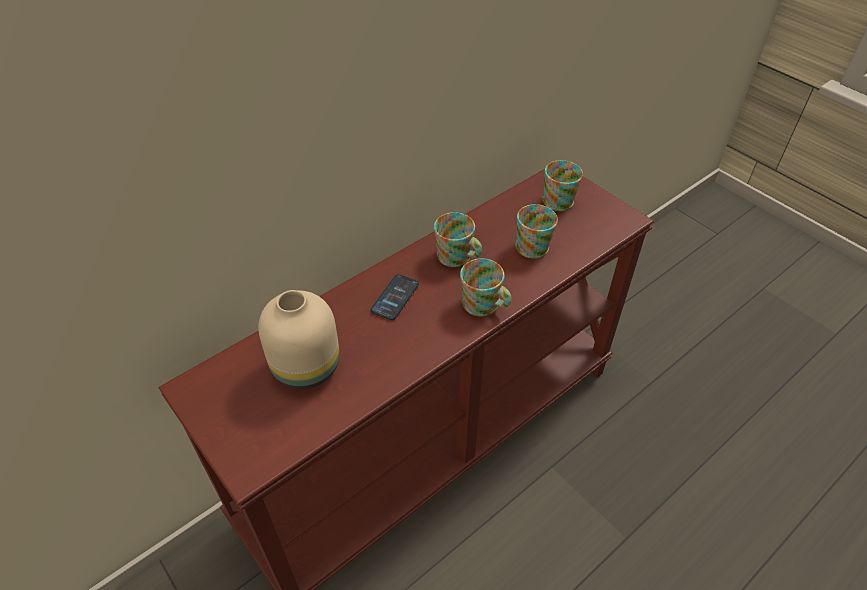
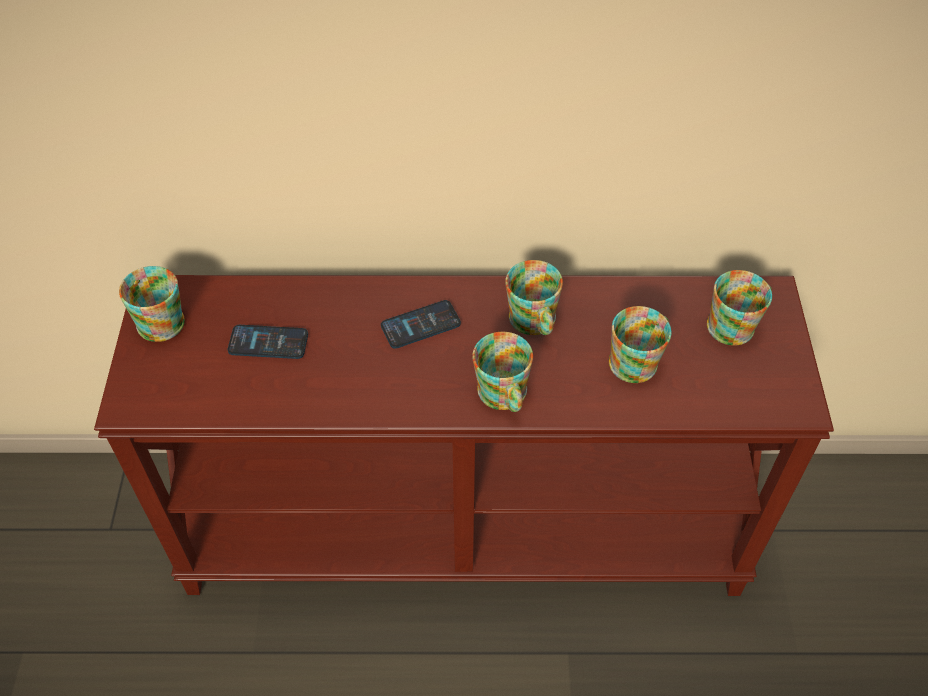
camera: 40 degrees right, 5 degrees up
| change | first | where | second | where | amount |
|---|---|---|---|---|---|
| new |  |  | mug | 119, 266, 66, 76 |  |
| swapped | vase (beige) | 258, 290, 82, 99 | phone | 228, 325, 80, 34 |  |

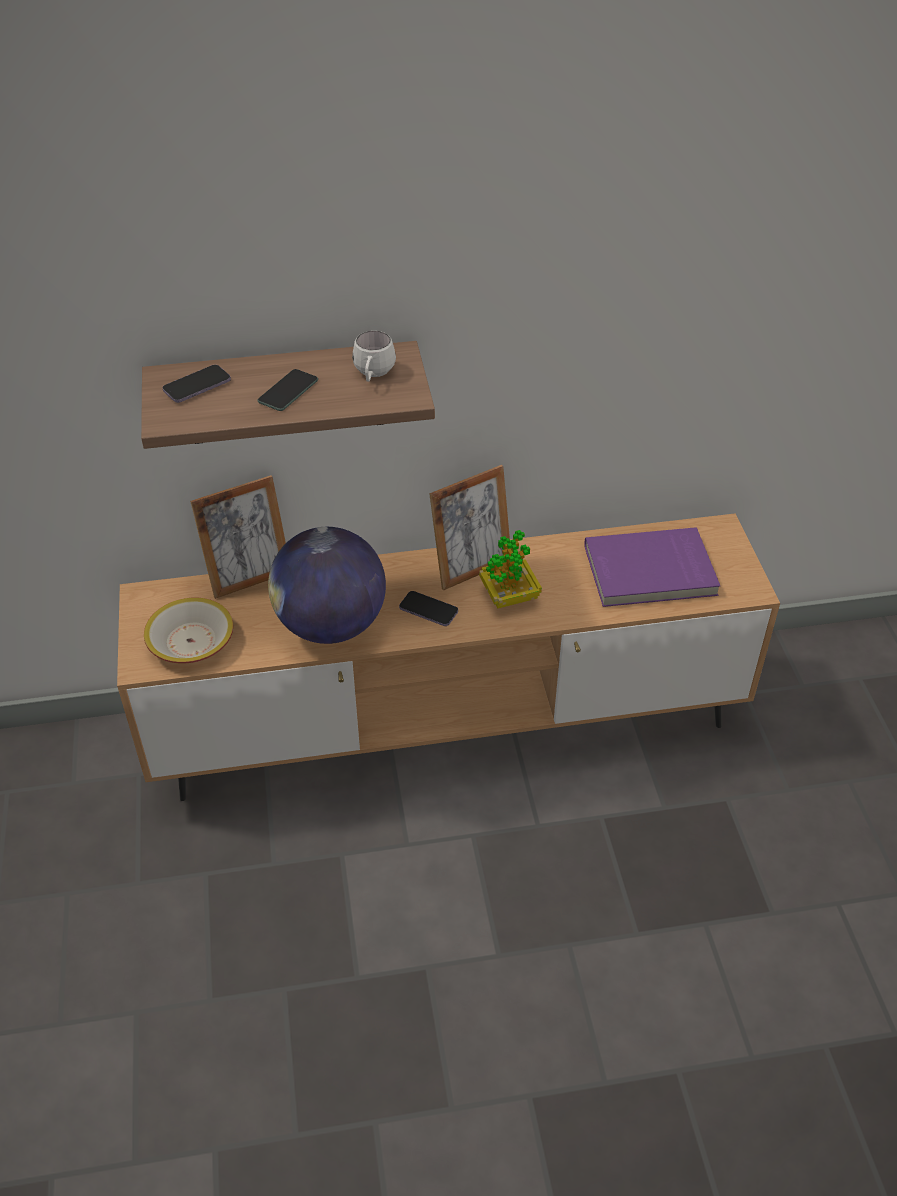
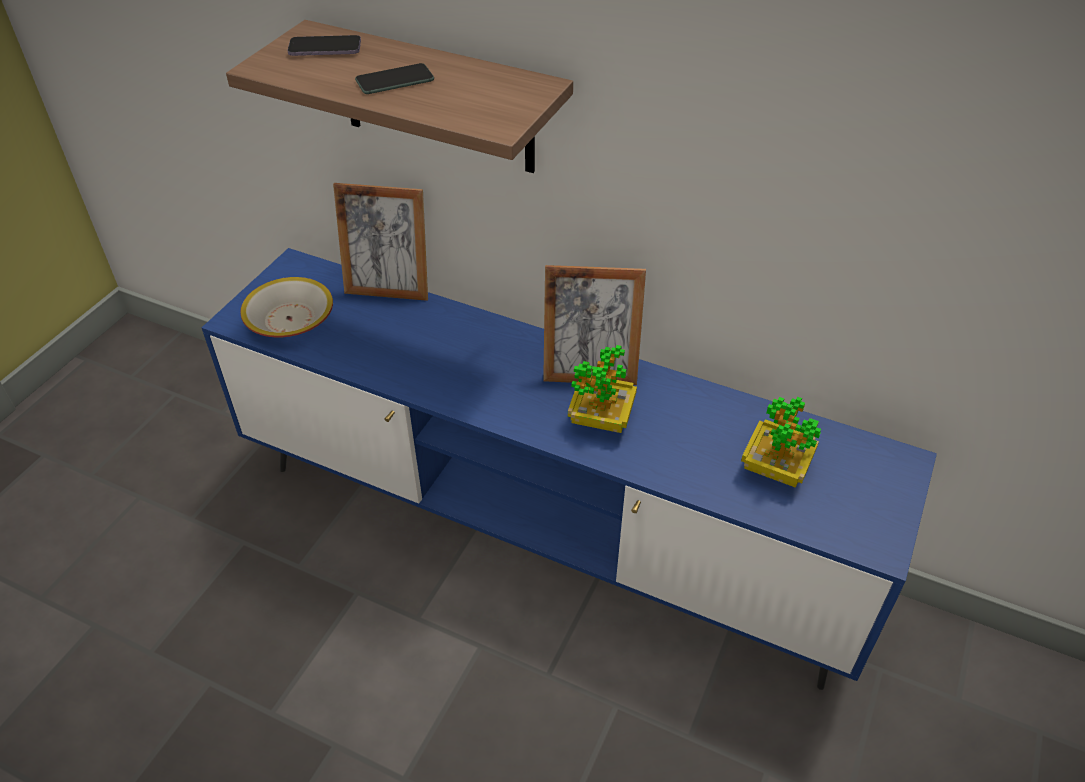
camera: 35 degrees right, 0 degrees up
| change | first | where | second | where | amount |
|---|---|---|---|---|---|
| repainted | tv stand (brown) | 117, 513, 663, 288 | tv stand (blue) | 201, 248, 736, 442 |  |
| swapped | book (purple) | 584, 527, 136, 80 | potted plant | 741, 397, 80, 91 |  |
| gone | globe | 268, 527, 118, 117 |  |  |  |
| gone | mug (white) | 352, 331, 44, 51 |  |  |  |
| gone | phone | 399, 591, 59, 35 |  |  |  |

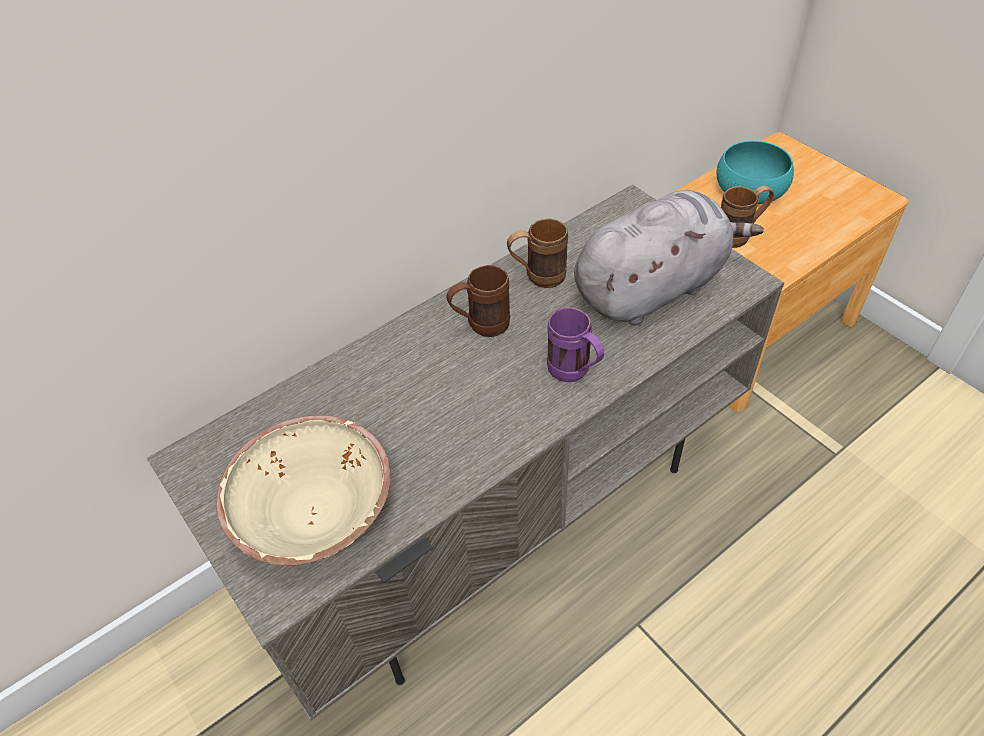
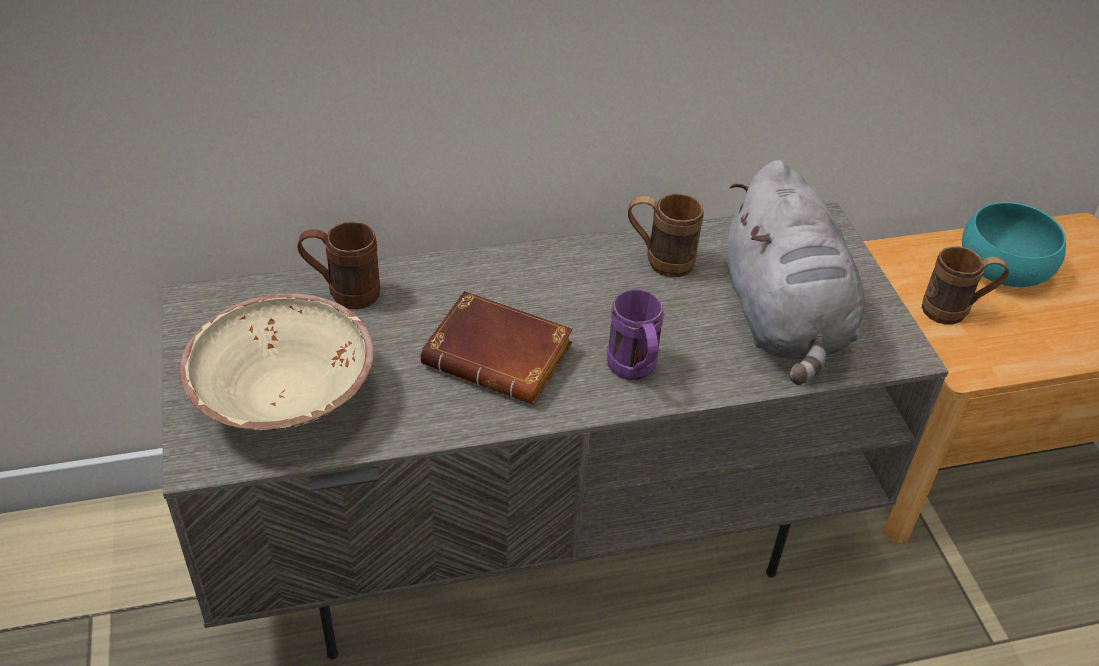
camera: 20 degrees right, 5 degrees down
| change | first | where | second | where | amount |
|---|---|---|---|---|---|
| shifted | mug (brown) | 446, 265, 64, 72 |  | 297, 222, 83, 87 |  |
| new |  |  | book (brown) | 420, 291, 153, 114 |  |
| rotated | plush toy (grey) | 574, 190, 190, 136 |  | 727, 160, 138, 225 | 90 degrees clockwise |

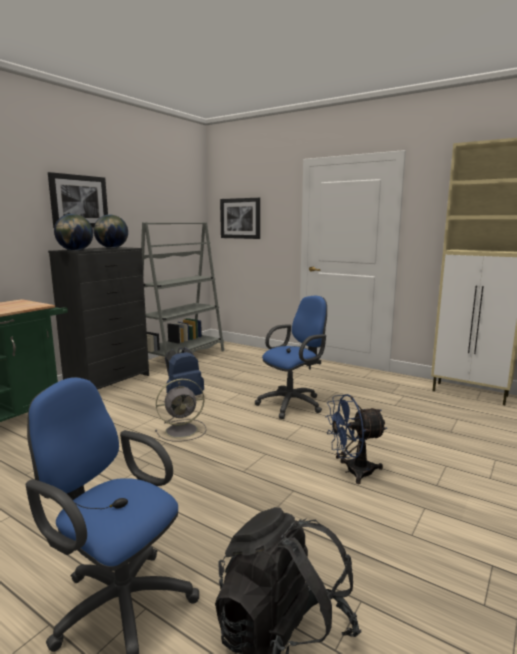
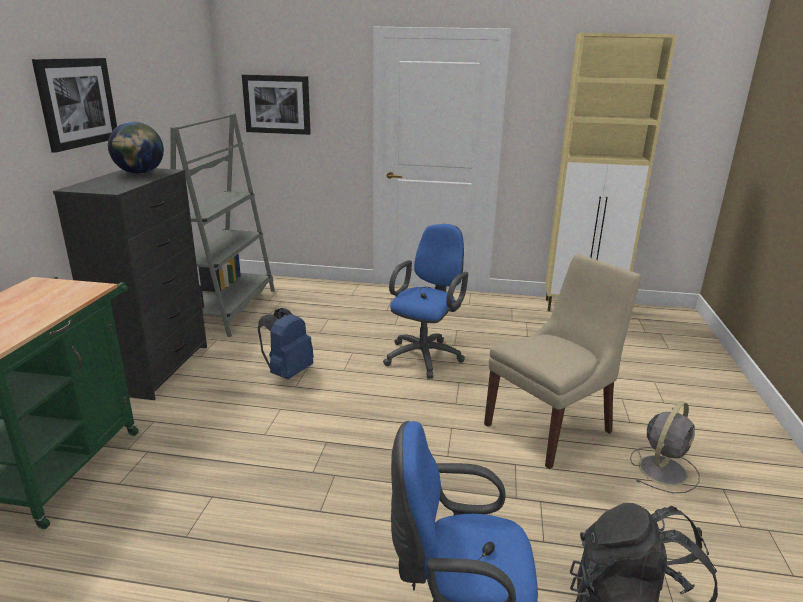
camera: 25 degrees left, 10 degrees up
| change | first | where | second | where | amount |
|---|---|---|---|---|---|
| swapped | fan (blue) | 325, 394, 62, 90 | chair (beige) | 484, 254, 157, 215 |  |
| shifted | fan (grey) | 155, 379, 51, 62 |  | 630, 401, 70, 92 |  |
| gone | globe | 54, 214, 39, 37 |  |  |  |

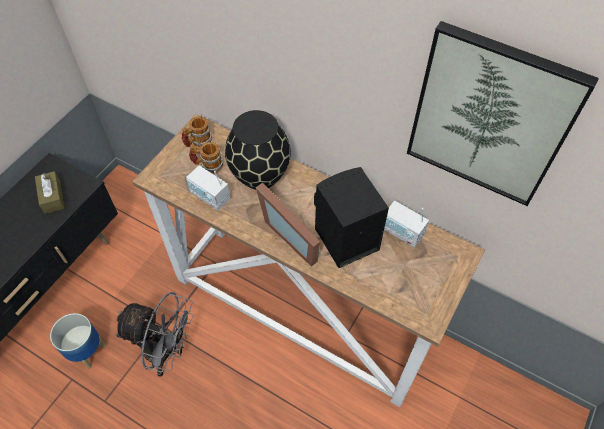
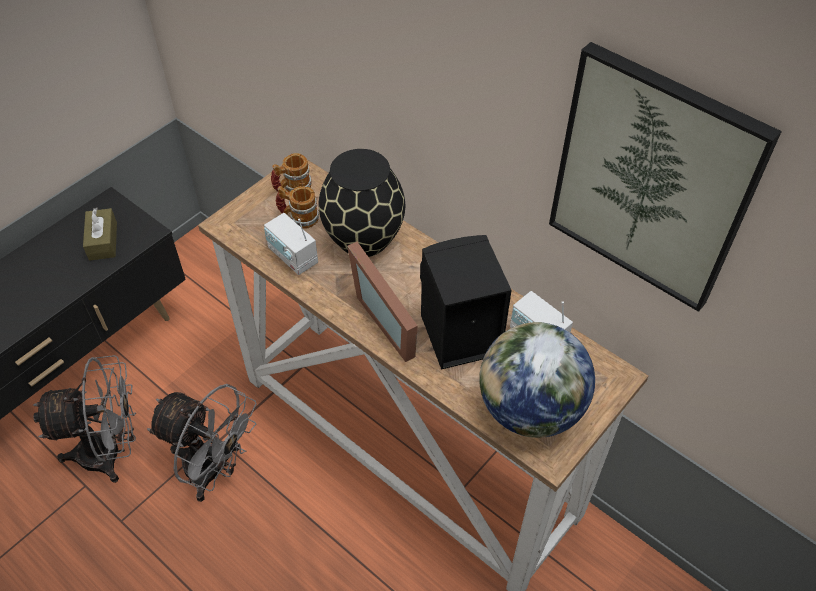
camera: 10 degrees right, 5 degrees down
| change | first | where | second | where | amount |
|---|---|---|---|---|---|
| swapped | planter | 50, 313, 56, 56 | fan (grey) | 33, 355, 103, 128 |  |
| new |  |  | globe | 479, 322, 116, 116 |  |

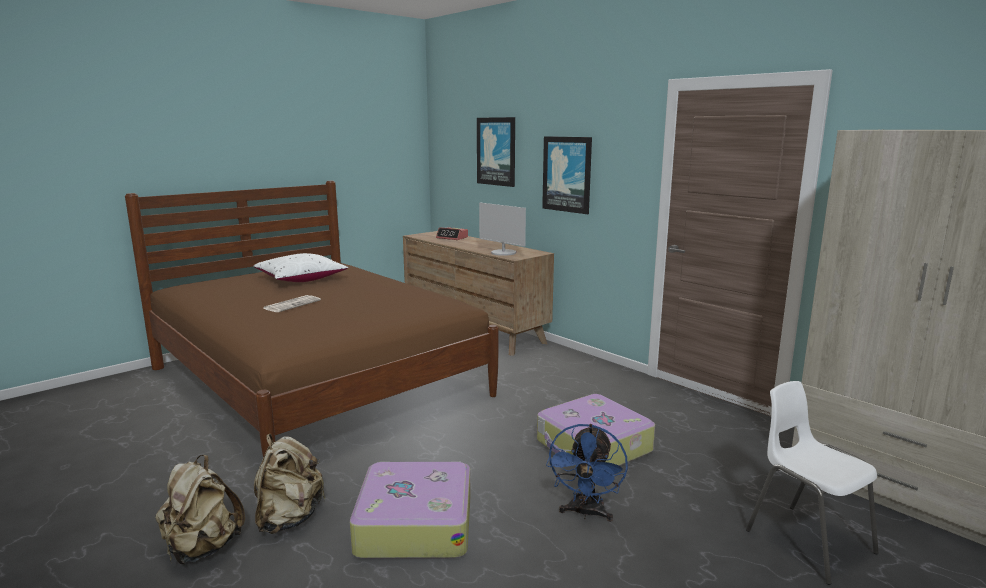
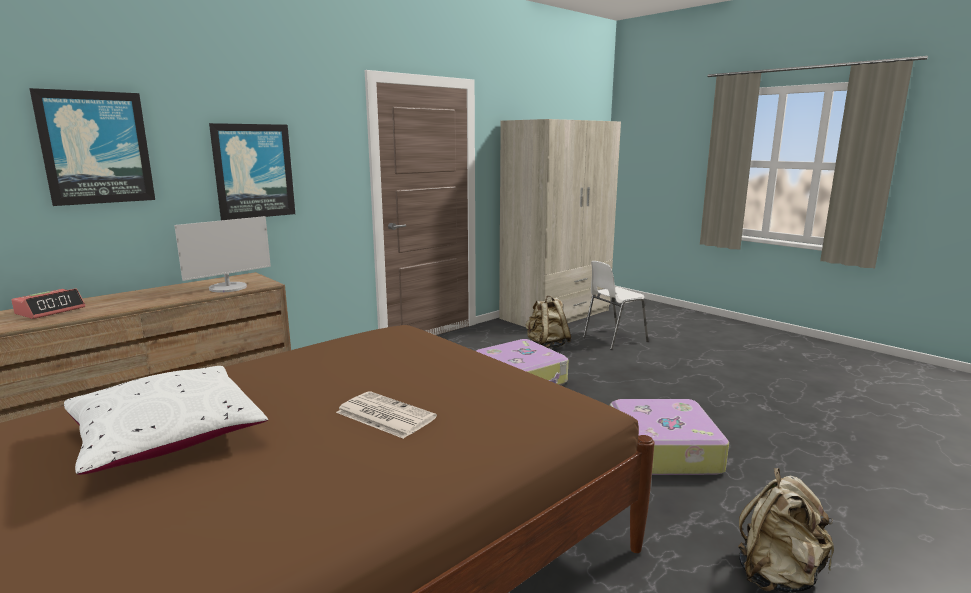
camera: 90 degrees left, 0 degrees up
| change | first | where | second | where | amount |
|---|---|---|---|---|---|
| shifted | backpack (beige) | 254, 434, 72, 100 |  | 526, 296, 45, 52 |  |
| gone | fan (blue) | 546, 424, 82, 98 |  |  |  |

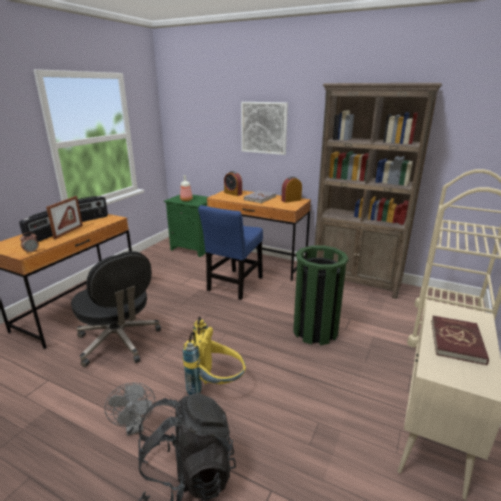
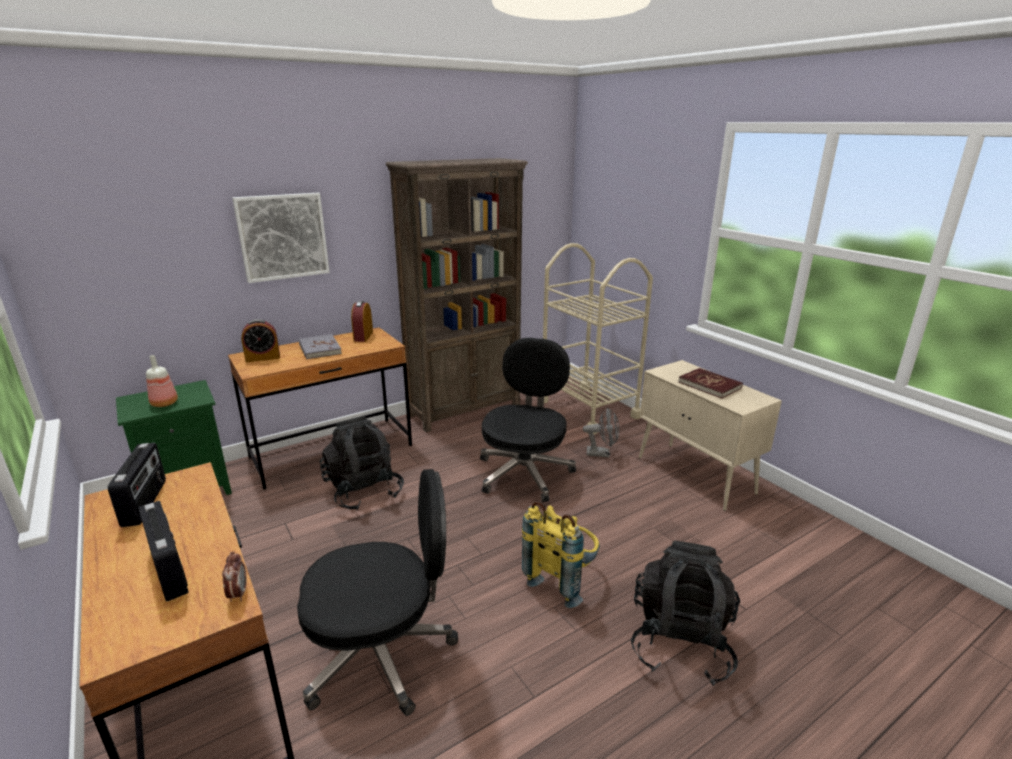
camera: 60 degrees left, 0 degrees up
| change | first | where | second | where | amount |
|---|---|---|---|---|---|
| swapped | chair (blue) | 198, 205, 65, 95 | backpack (black) | 320, 416, 84, 94 |  |
| swapped | trash can (green) | 293, 245, 56, 100 | office chair (black) | 480, 338, 96, 164 |  |
| shifted | fan (grey) | 104, 383, 51, 53 |  | 583, 407, 36, 50 |  |
| gone | picture frame | 46, 196, 37, 43 |  |  |  |

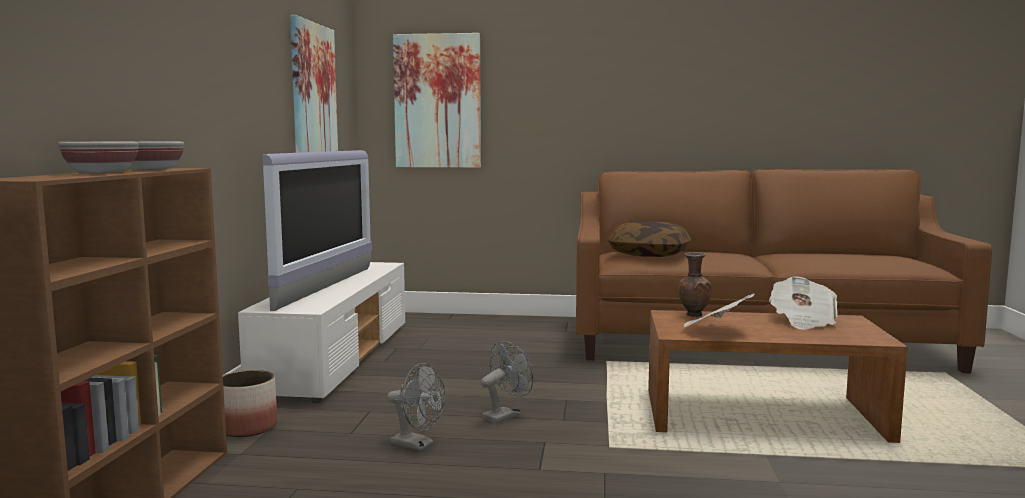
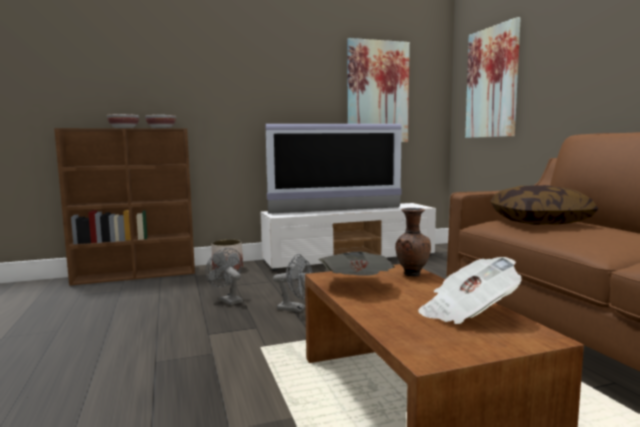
camera: 65 degrees right, 0 degrees up
| change | first | where | second | where | amount |
|---|---|---|---|---|---|
| rotated | fan (grey) | 387, 363, 59, 88 |  | 205, 248, 38, 57 | 135 degrees clockwise |

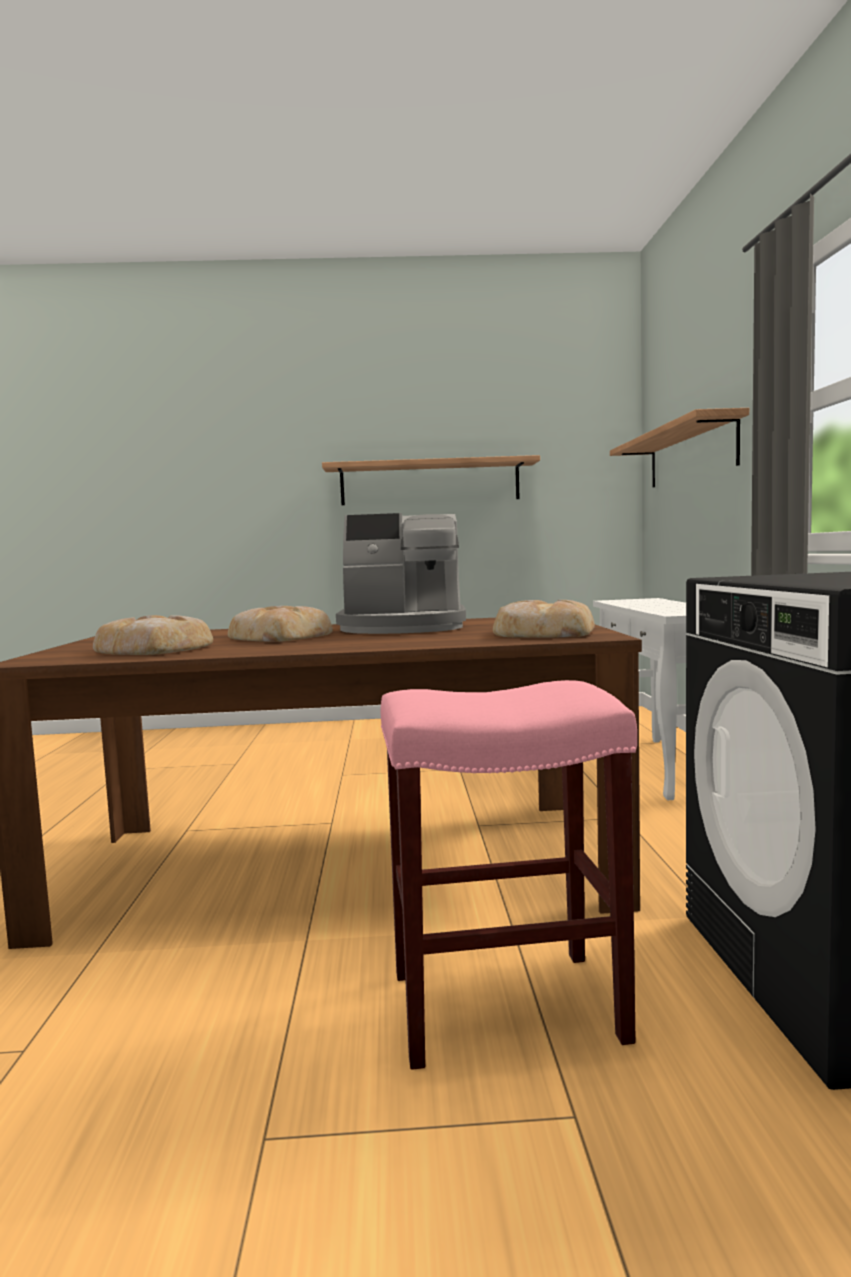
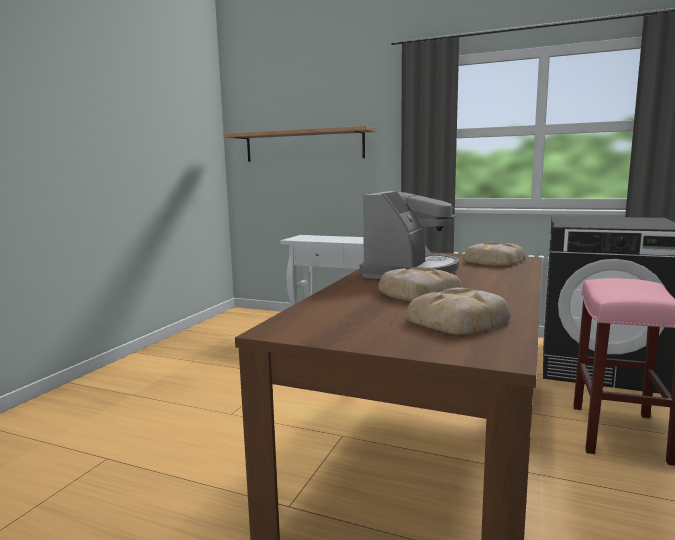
camera: 65 degrees left, 5 degrees up
| change | first | where | second | where | amount |
|---|---|---|---|---|---|
| gone | shelf | 322, 455, 218, 50 |  |  |  |

